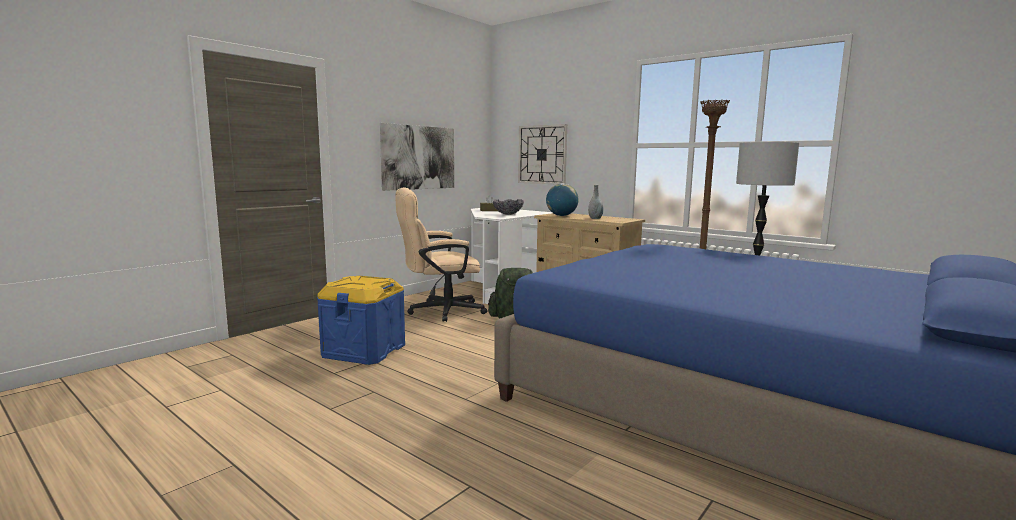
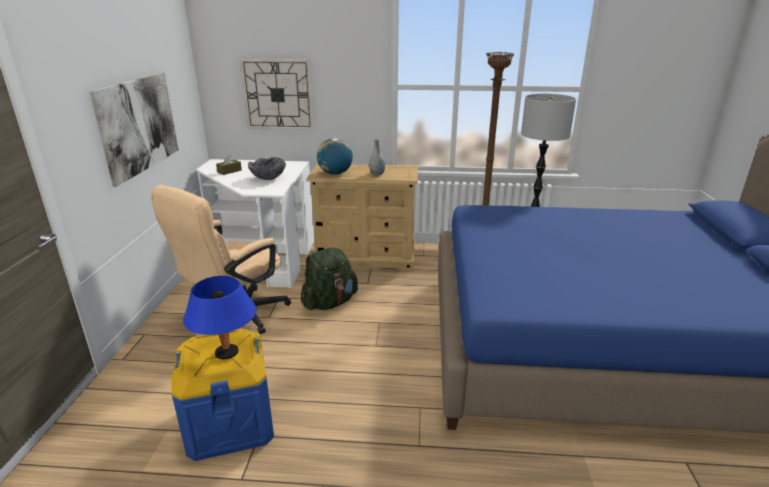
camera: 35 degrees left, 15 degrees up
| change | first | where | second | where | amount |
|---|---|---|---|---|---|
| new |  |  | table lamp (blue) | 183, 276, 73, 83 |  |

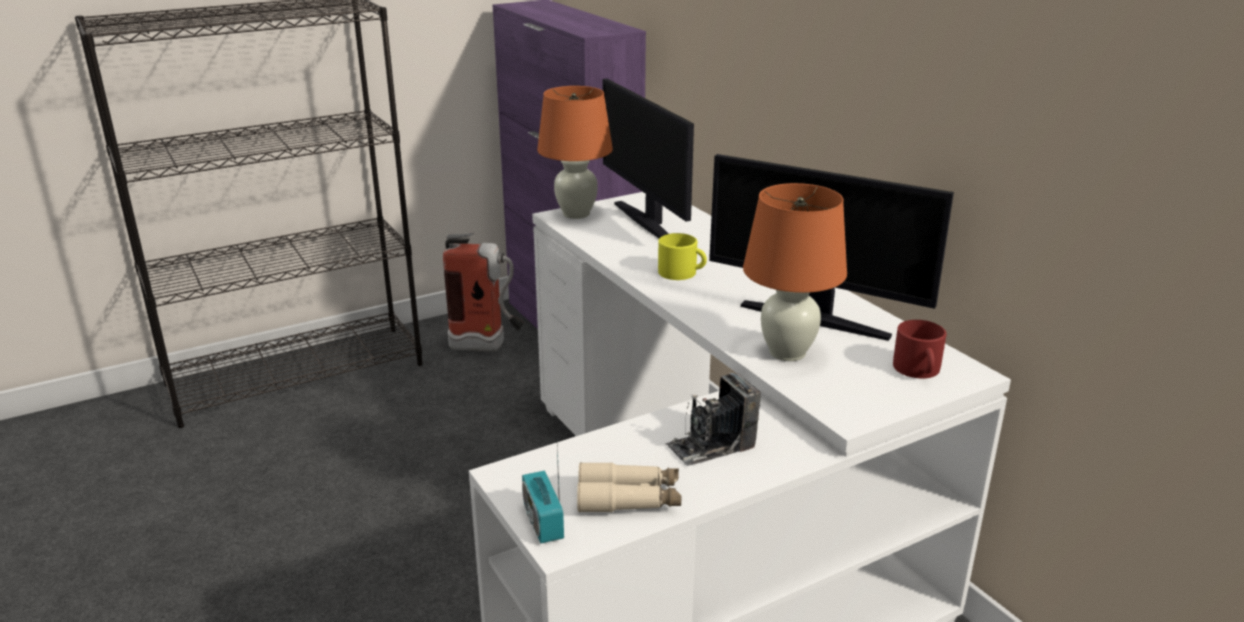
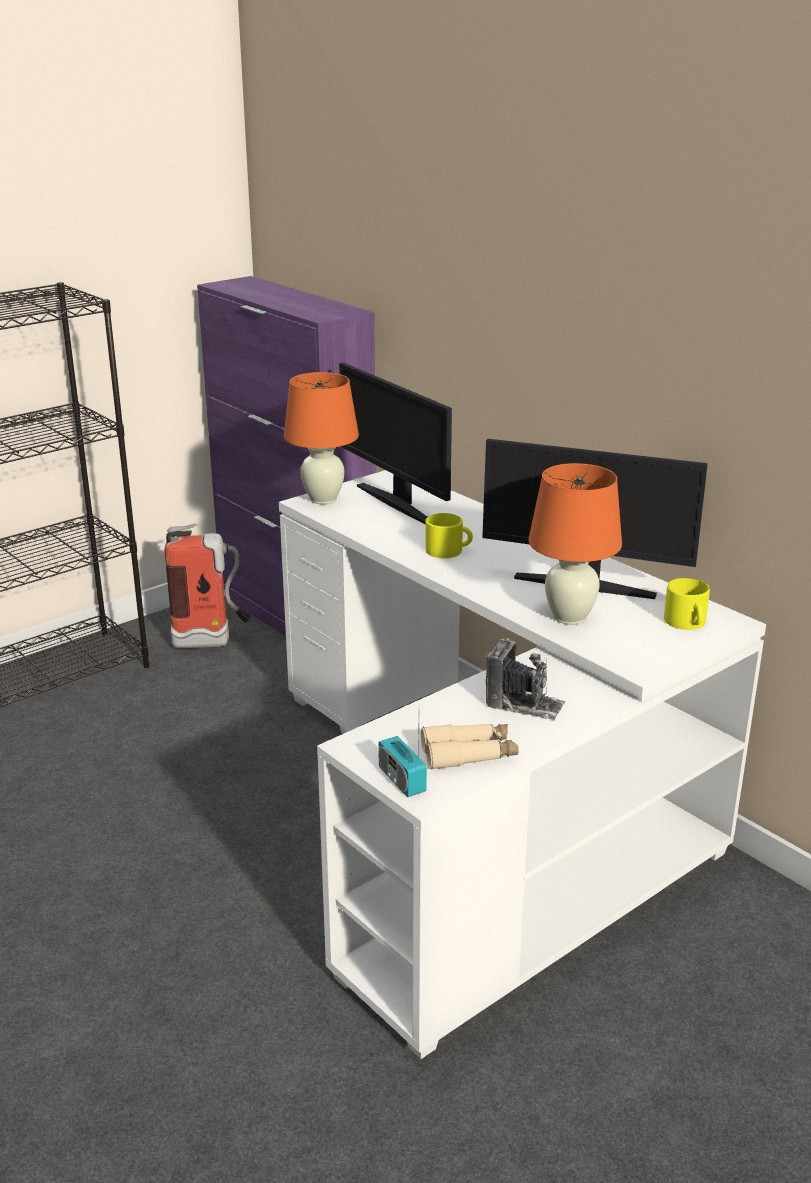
camera: 10 degrees left, 0 degrees up
| change | first | where | second | where | amount |
|---|---|---|---|---|---|
| rotated | photo camera | 666, 373, 95, 93 |  | 486, 638, 79, 83 | 120 degrees counterclockwise |
| repainted | mug (red) | 893, 320, 54, 59 | mug (yellow) | 664, 578, 46, 52 |  |

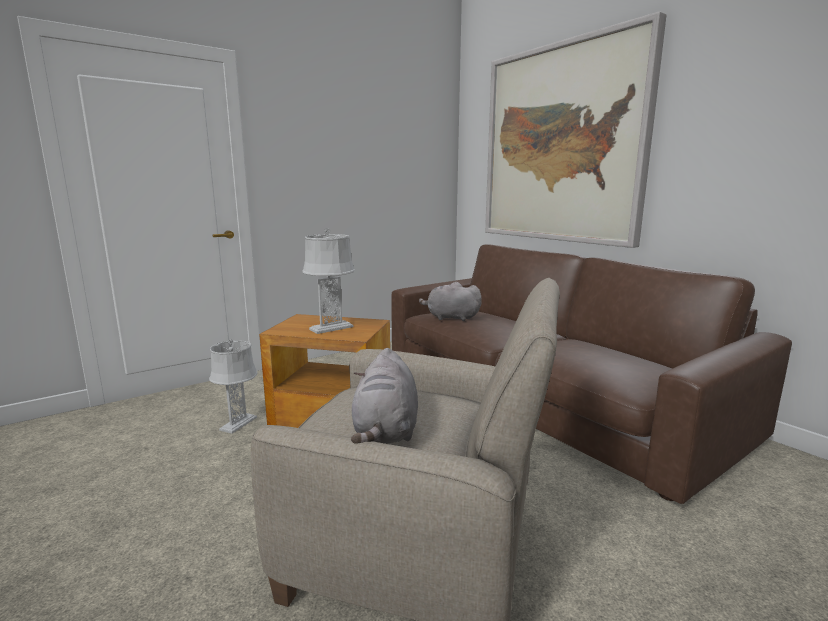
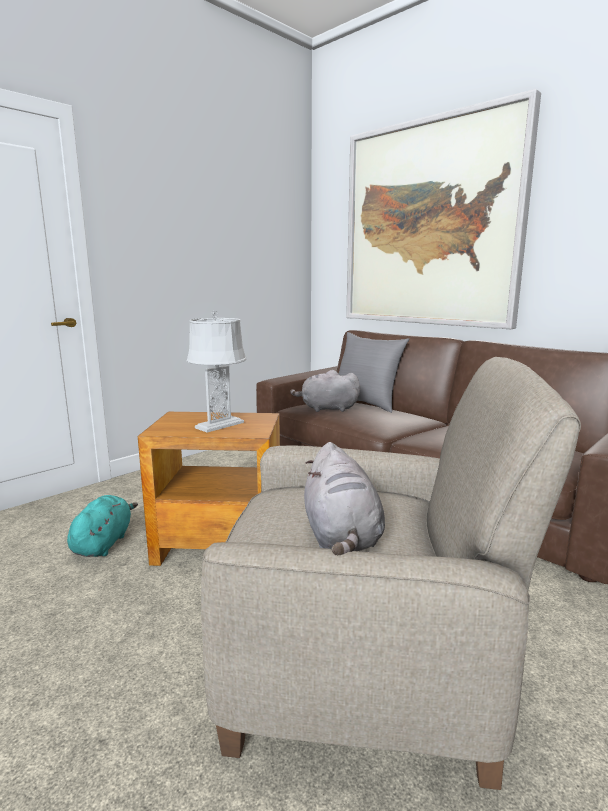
camera: 10 degrees left, 0 degrees up
| change | first | where | second | where | amount |
|---|---|---|---|---|---|
| swapped | table lamp (grey) | 209, 340, 49, 94 | plush toy (turquoise) | 67, 495, 71, 62 |  |
| new |  |  | pillow (grey) | 339, 332, 70, 81 |  |

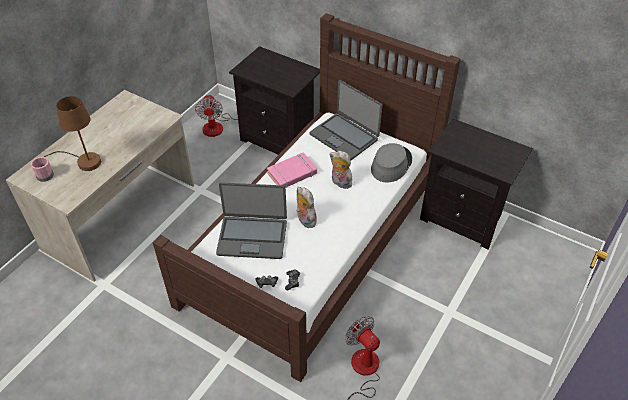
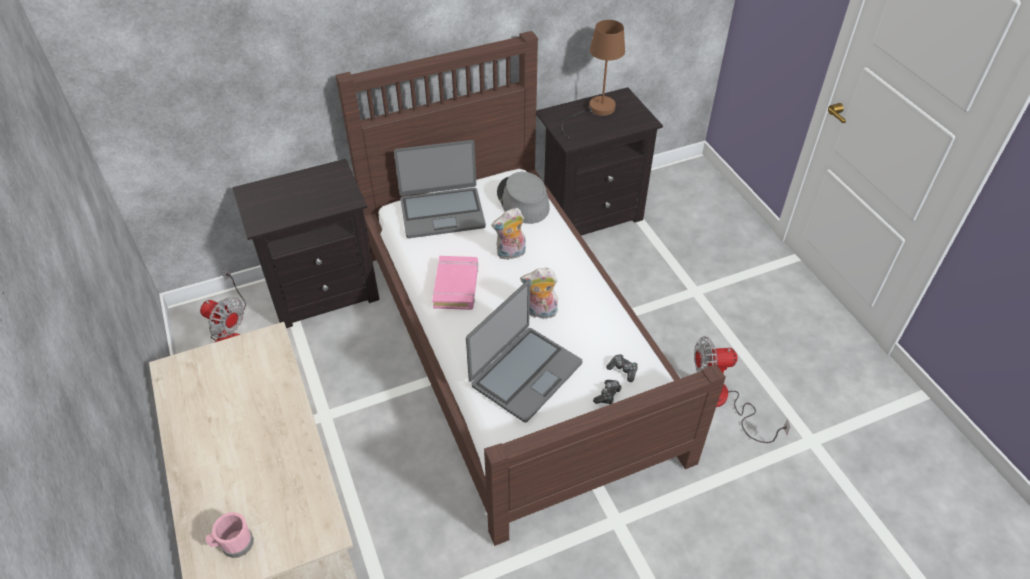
camera: 55 degrees left, 0 degrees up
| change | first | where | second | where | amount |
|---|---|---|---|---|---|
| shifted | table lamp (brown) | 44, 96, 57, 75 |  | 562, 20, 63, 118 |  |

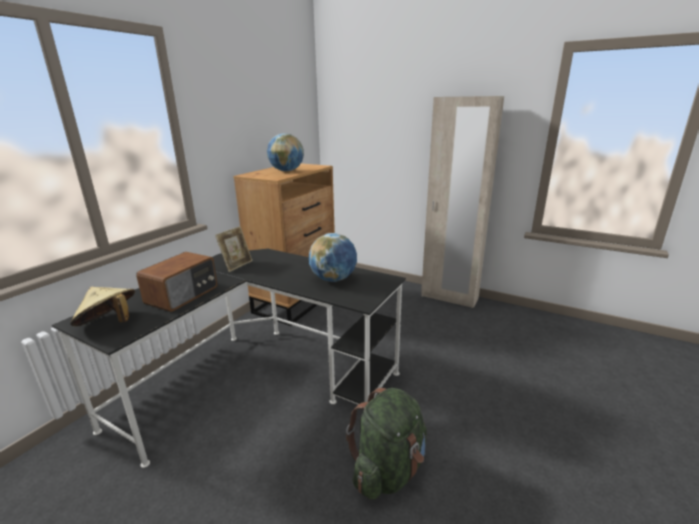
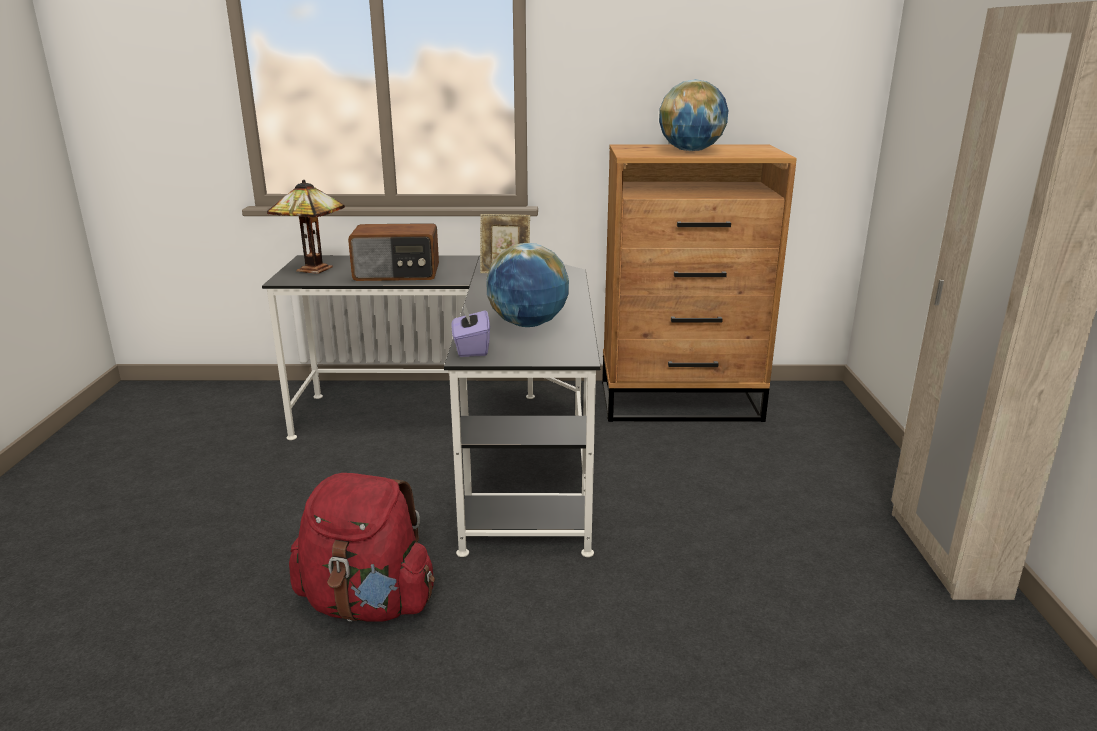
camera: 60 degrees right, 0 degrees up
| change | first | where | second | where | amount |
|---|---|---|---|---|---|
| swapped | hat (beige) | 70, 286, 65, 40 | table lamp | 267, 180, 78, 94 |  |
| repainted | backpack (green) | 346, 388, 81, 112 | backpack (red) | 289, 473, 146, 149 |  |
| new |  |  | tissue box (purple) | 451, 303, 39, 54 |  |

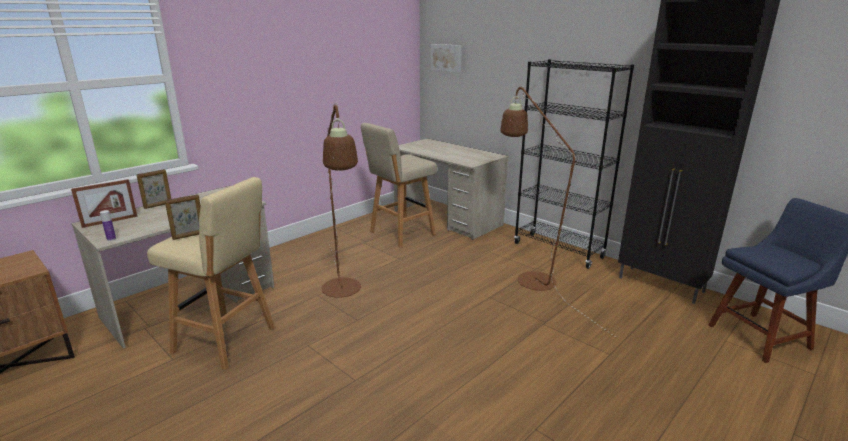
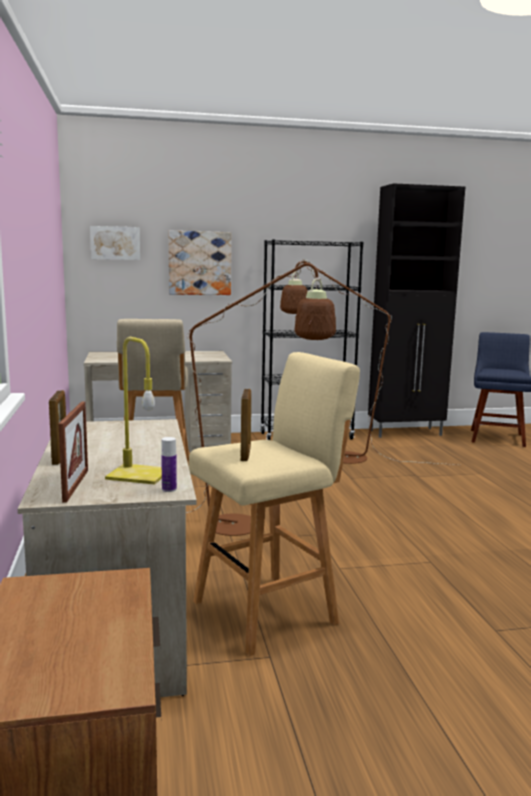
camera: 55 degrees left, 10 degrees down
| change | first | where | second | where | amount |
|---|---|---|---|---|---|
| new |  |  | table lamp (yellow) | 105, 337, 57, 148 |  |
| new |  |  | picture | 168, 231, 63, 64 |  |

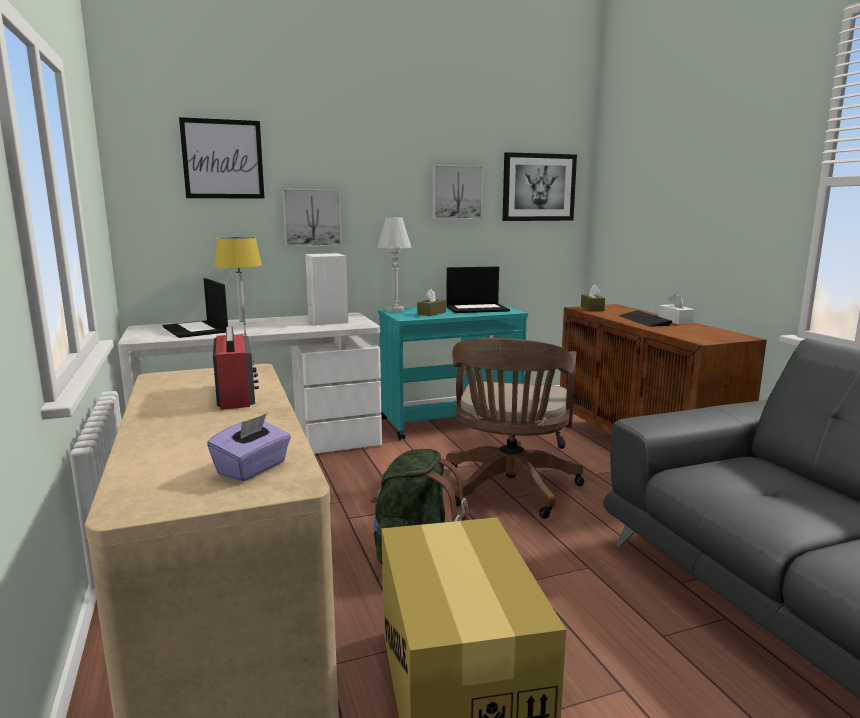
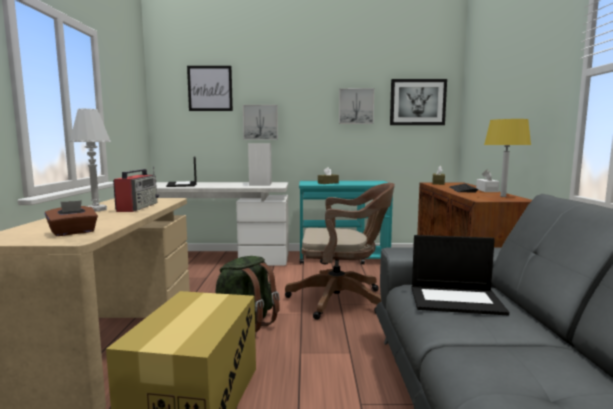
camera: 20 degrees right, 5 degrees down
| change | first | where | second | where | amount |
|---|---|---|---|---|---|
| repainted | tissue box (purple) | 207, 413, 84, 69 | tissue box (brown) | 45, 200, 53, 36 |  |
| shifted | table lamp (white) | 377, 217, 35, 95 |  | 69, 109, 42, 103 |  |
| rotated | office chair (brown) | 446, 338, 139, 181 |  | 285, 183, 110, 137 | 120 degrees counterclockwise |
| shifted | laptop | 446, 266, 64, 47 |  | 411, 235, 98, 81 |  |
| shifted | table lamp (yellow) | 214, 237, 48, 85 |  | 484, 119, 47, 78 |  |

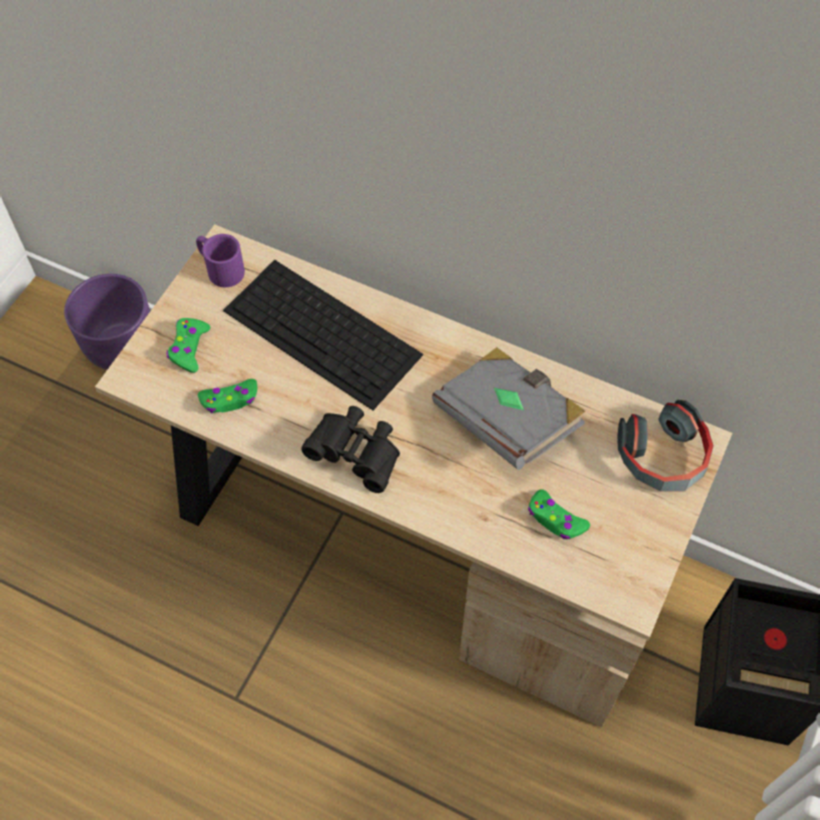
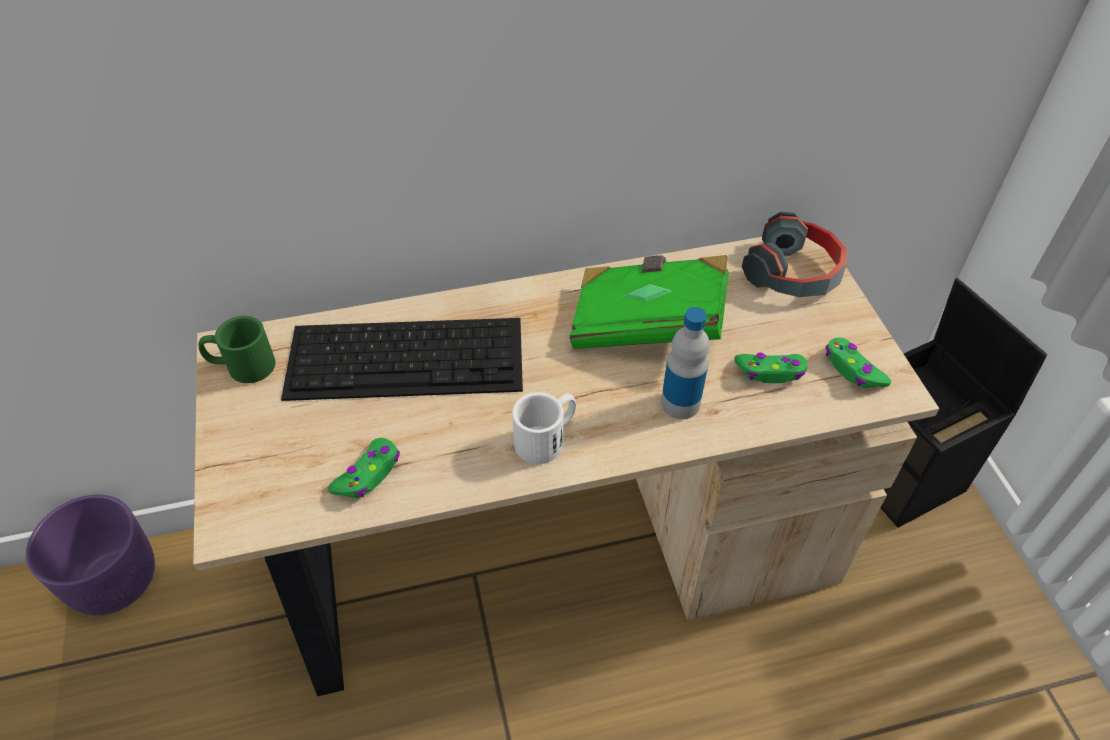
camera: 40 degrees left, 10 degrees down
| change | first | where | second | where | amount |
|---|---|---|---|---|---|
| repainted | mug (purple) | 196, 234, 49, 53 | mug (green) | 198, 316, 78, 67 |  |
| swapped | binoculars (black) | 302, 406, 98, 87 | mug (white) | 512, 392, 64, 72 |  |
| repainted | book (grey) | 432, 347, 153, 123 | book (green) | 570, 255, 159, 94 |  |
| new |  |  | bottle | 661, 307, 49, 112 |  |
| shifted | game controller (green) | 167, 318, 43, 55 |  | 826, 338, 66, 50 |  |

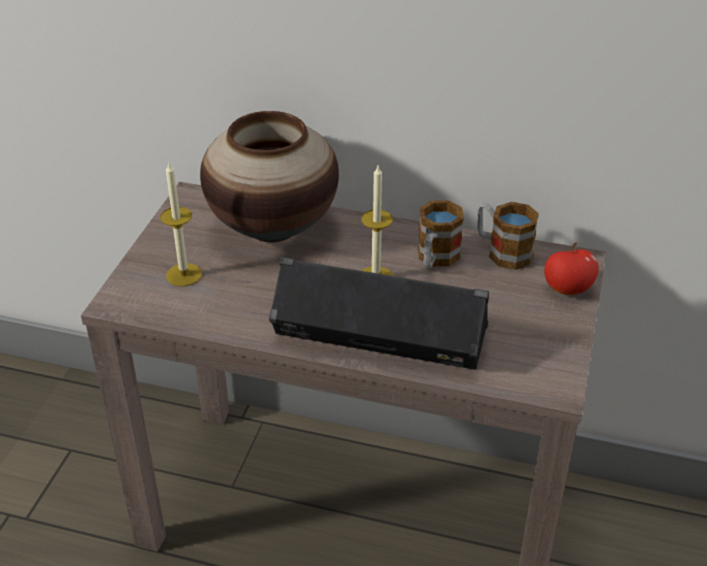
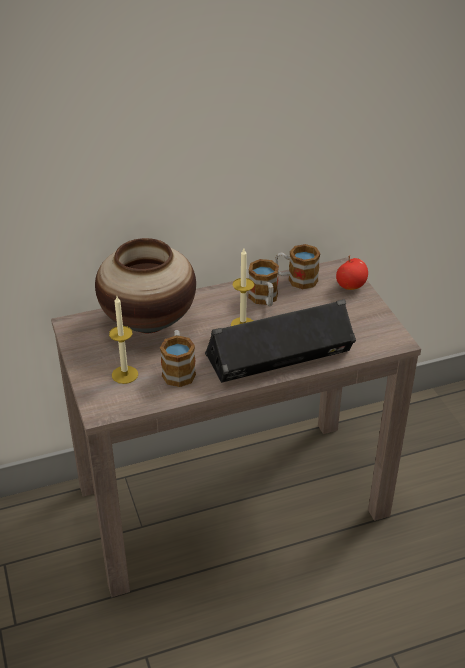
camera: 35 degrees left, 0 degrees up
| change | first | where | second | where | amount |
|---|---|---|---|---|---|
| new |  |  | mug | 160, 330, 36, 57 |  |

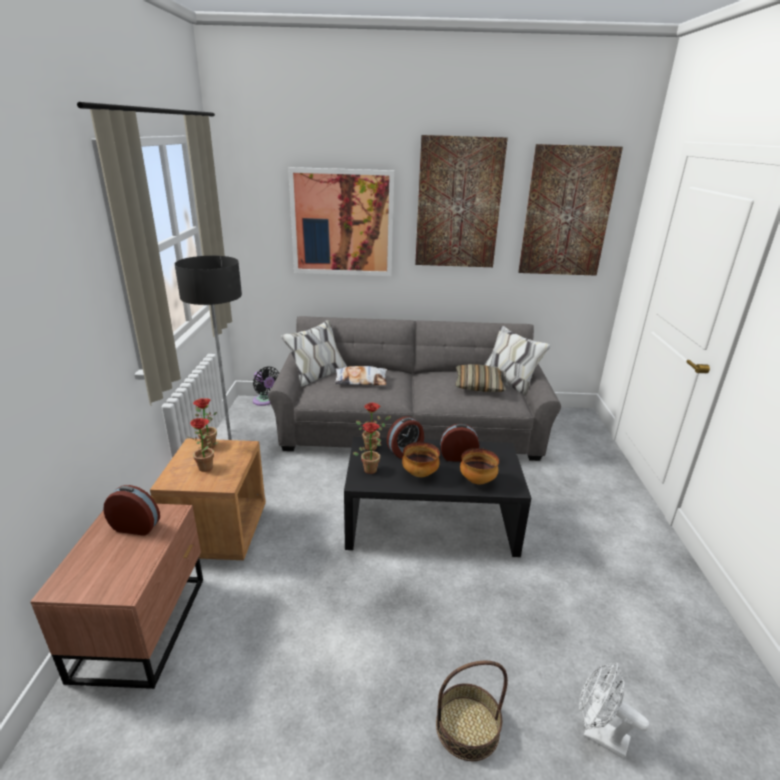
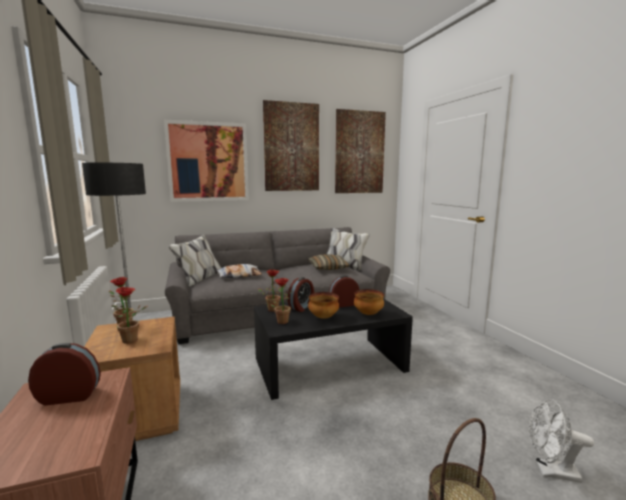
camera: 20 degrees left, 15 degrees down
| change | first | where | second | where | amount |
|---|---|---|---|---|---|
| gone | fan (black) | 253, 366, 26, 40 |  |  |  |

